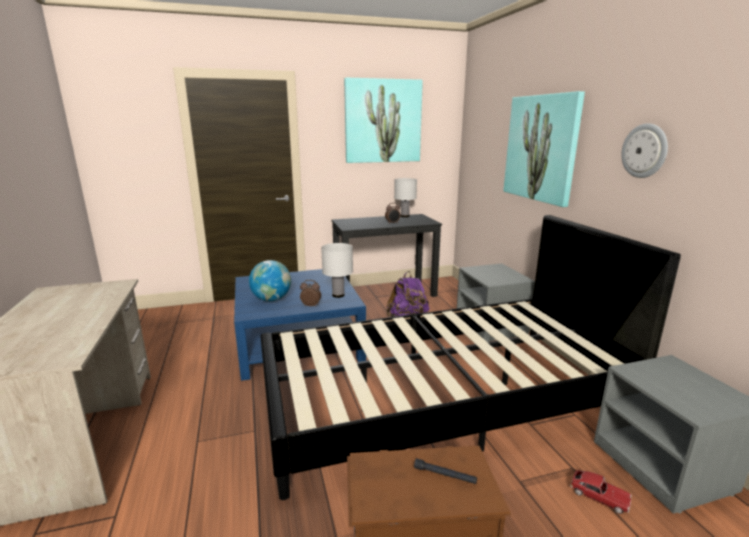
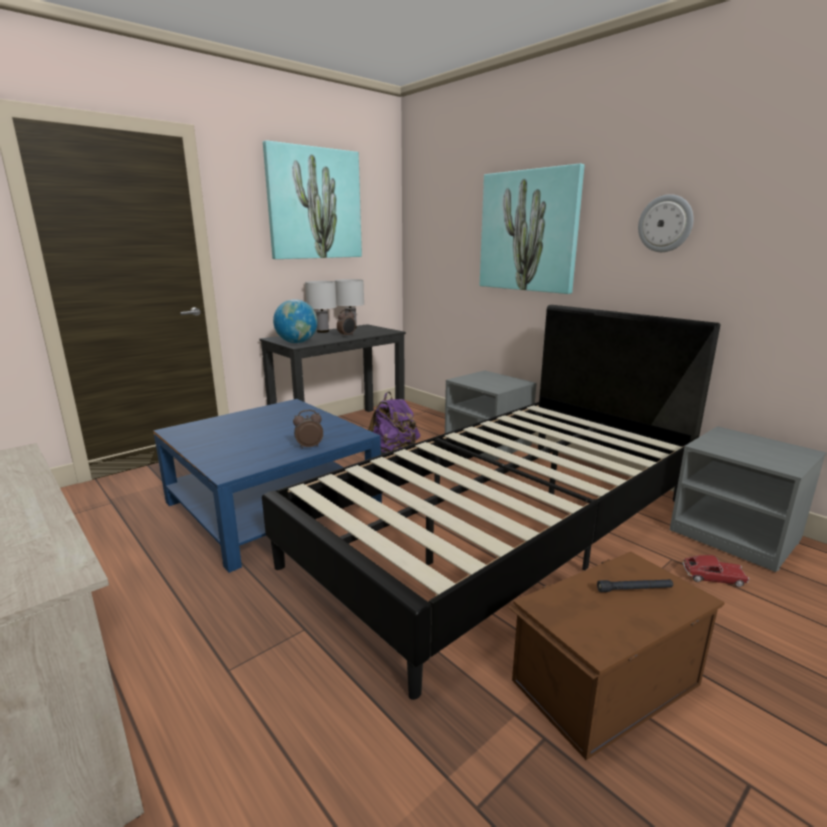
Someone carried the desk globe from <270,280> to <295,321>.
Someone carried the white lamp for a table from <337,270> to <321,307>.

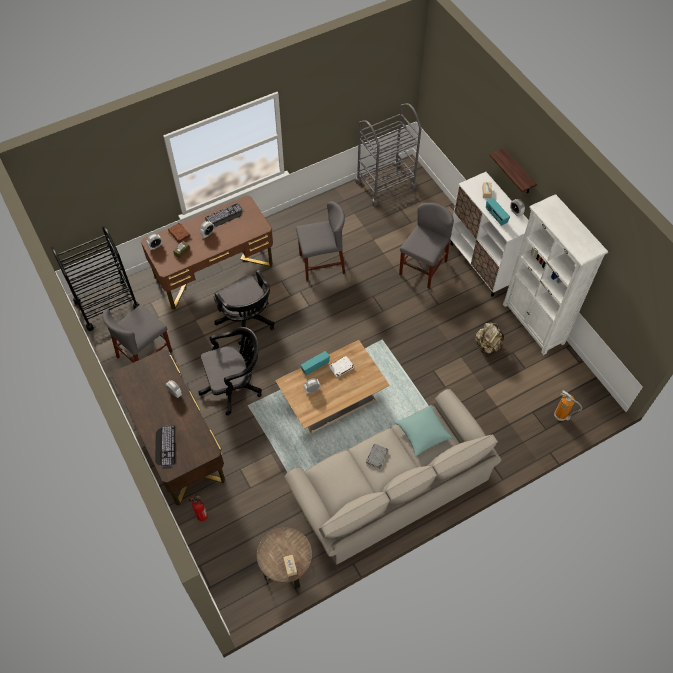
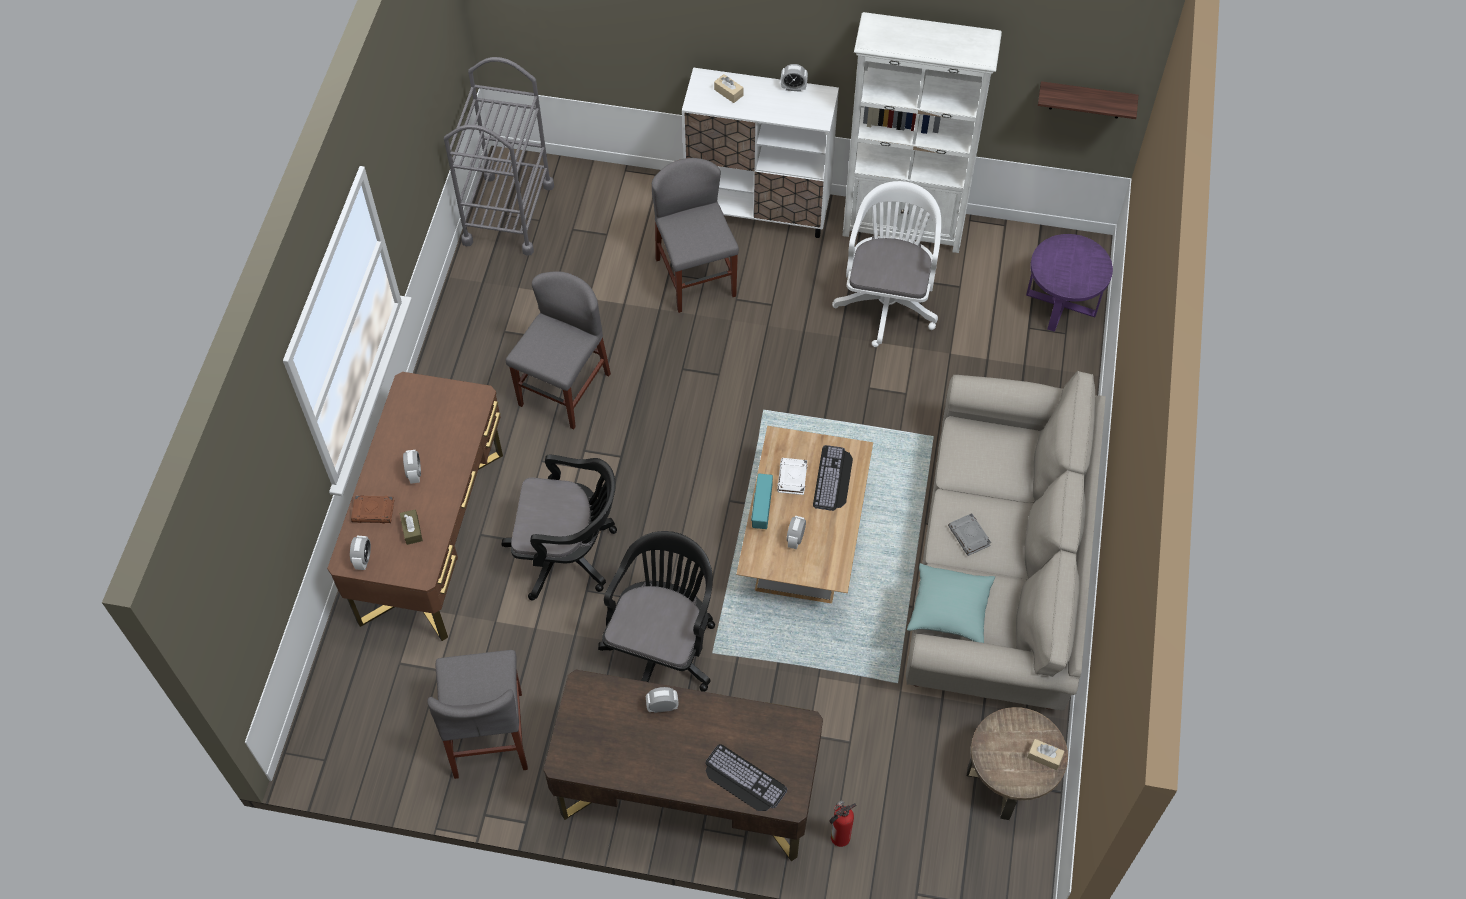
Someone took away the black-coloured cart at <95,278>.
Someone took away the radio receiver at <498,212>.
Someone carried the keyboard from <224,215> to <833,478>.
Someone carried the blue-green pillow from <424,430> to <951,603>.
Someone carried the shelf from <513,170> to <1088,100>.
Someone swapped the sand-coloured backpack at <489,338> for the white office chair at <886,264>.
Someone swapped the fire-fighting cylinder at <568,405> for the purplish accent table at <1069,283>.

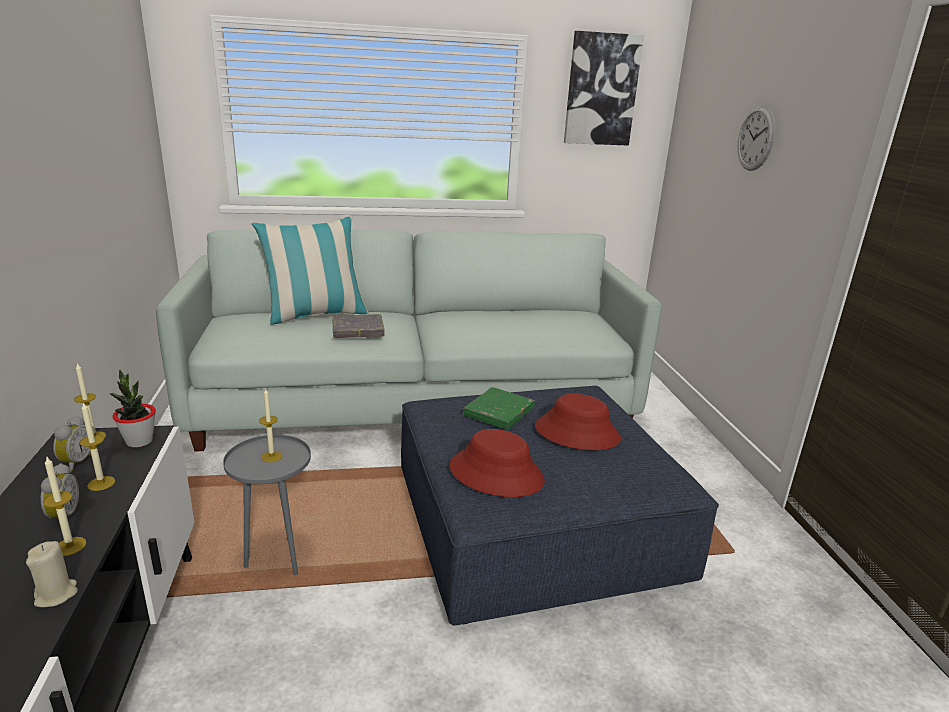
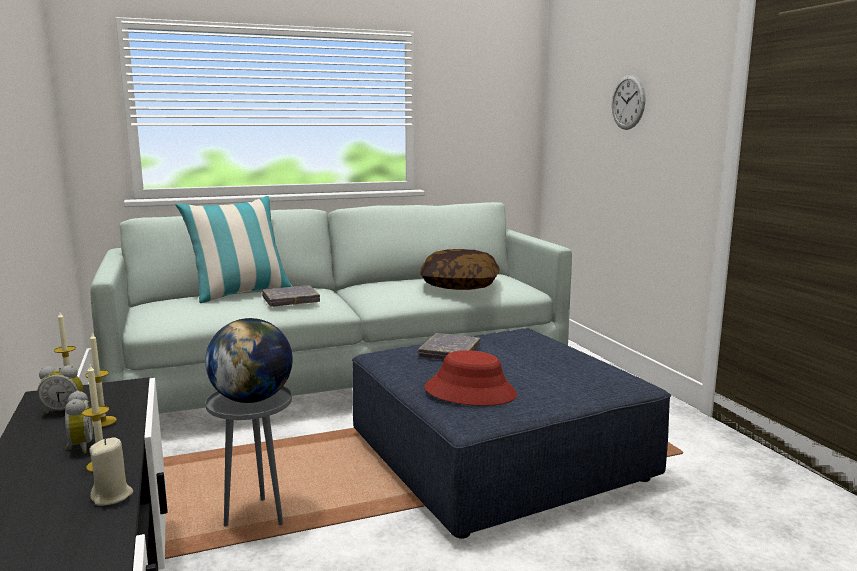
Someone took away the potted plant at <133,408>.
Someone took away the red clothing hat at <578,422>.
Someone took away the picture at <604,88>.
Someone put down the pillow at <460,269>.
Someone swapped the wax light at <271,424> for the desk globe at <249,360>.
Someone repainted the green-coloured bound book at <499,408>, which became the gray bound book at <449,346>.
Someone rotated the alarm clock at <72,444> by 90 degrees clockwise.

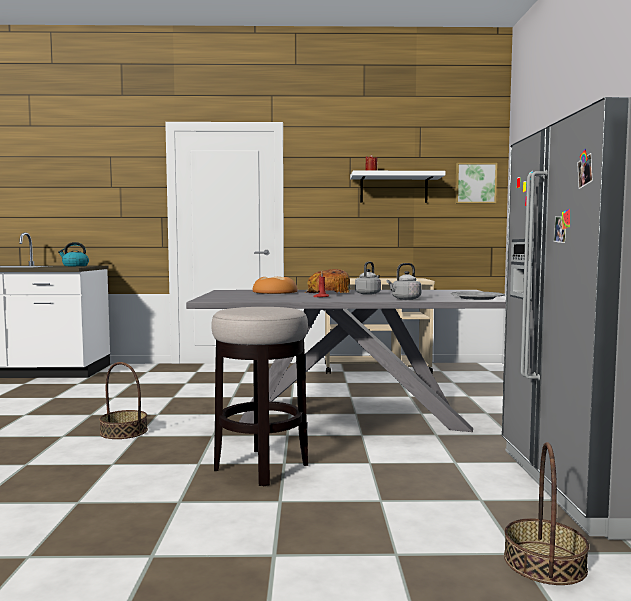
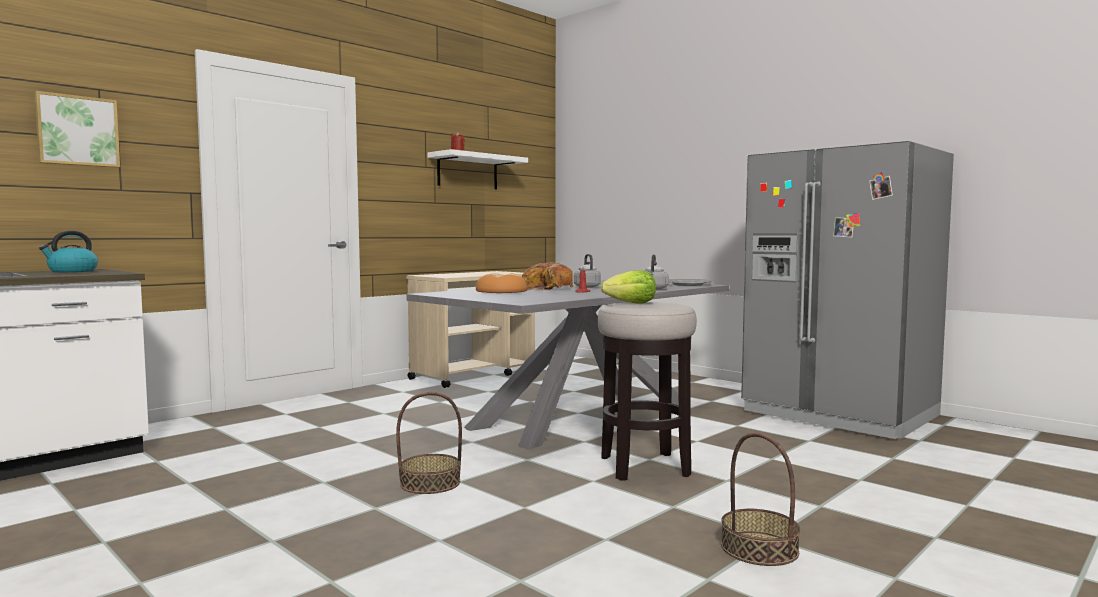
Someone put down the head of lettuce at <628,287>.
Someone carried the picture from <476,183> to <77,129>.
Someone carried the basket from <546,513> to <760,499>.

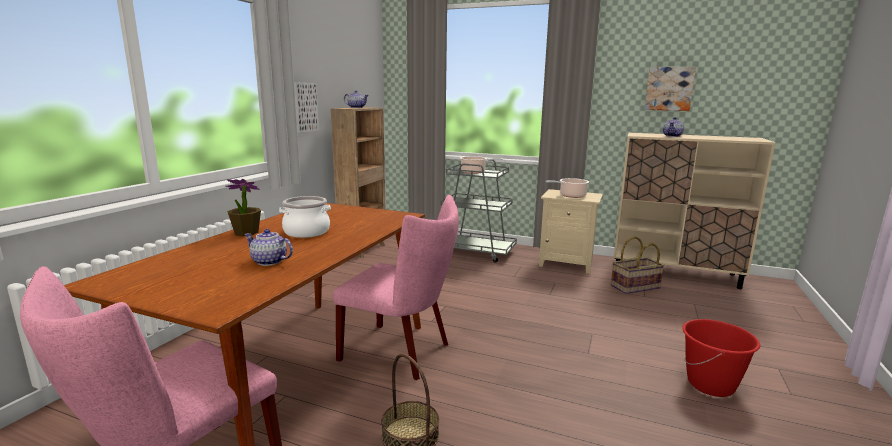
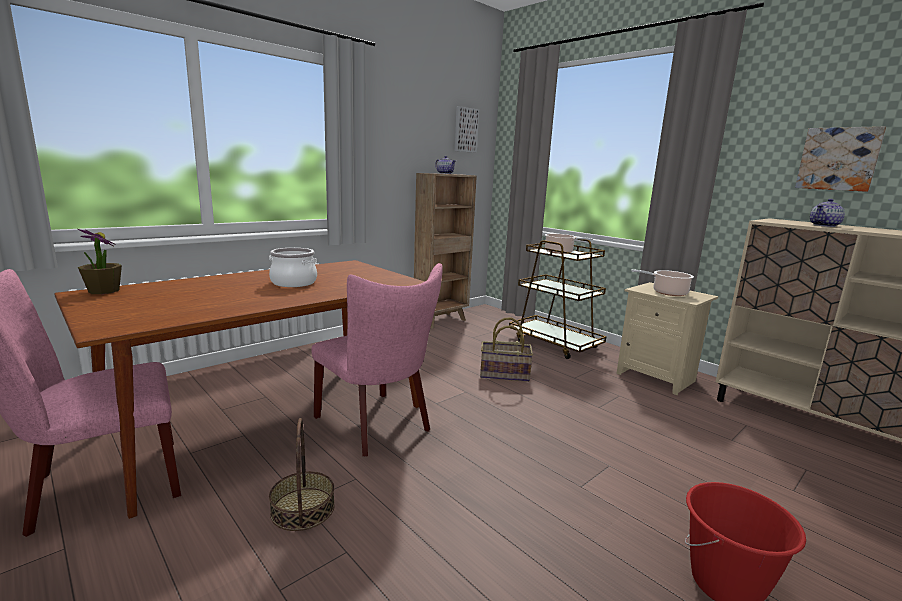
Someone took away the teapot at <268,247>.
Someone carried the potted plant from <243,207> to <100,261>.
Someone carried the picture from <306,107> to <467,129>.
Someone carried the basket from <637,265> to <506,349>.
Someone repainted the gray cart at <479,211>, which became the brown-coloured cart at <558,299>.

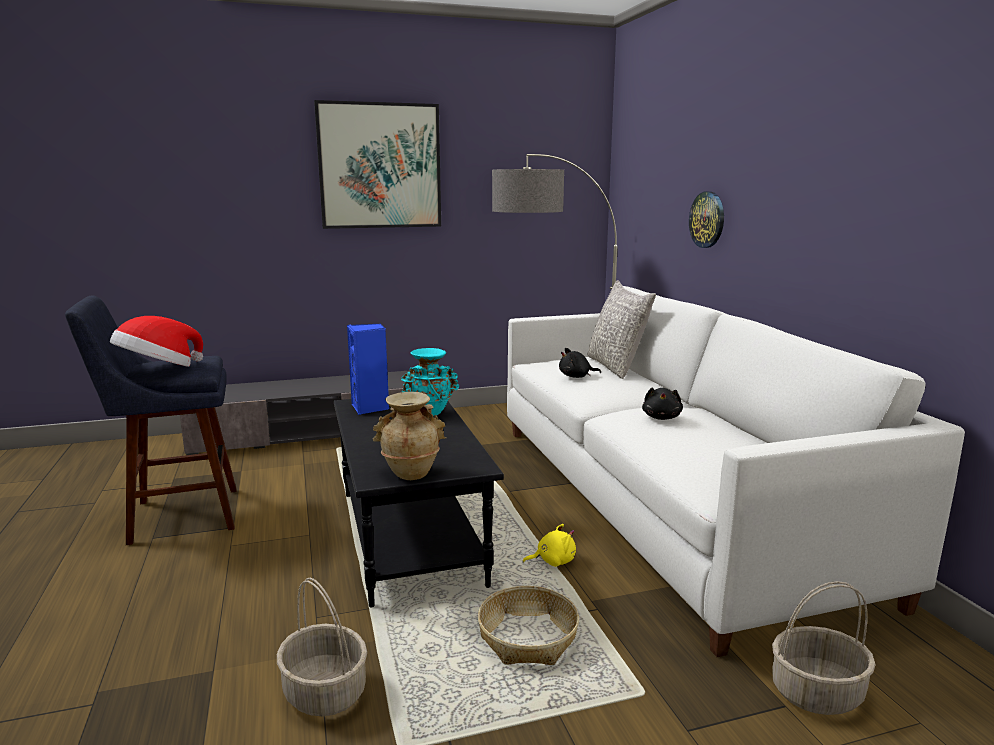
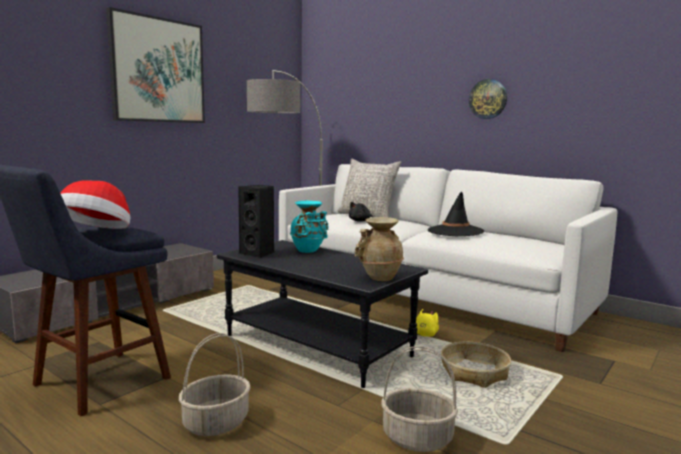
Someone carried the wall clock from <706,219> to <488,99>.
Someone carried the basket from <824,648> to <215,384>.
Someone swapped the black-coloured soft toy at <662,404> for the black-coloured clothing hat at <456,214>.
Someone repainted the blue-coloured loudspeaker at <368,369>, which became the black-coloured loudspeaker at <256,221>.

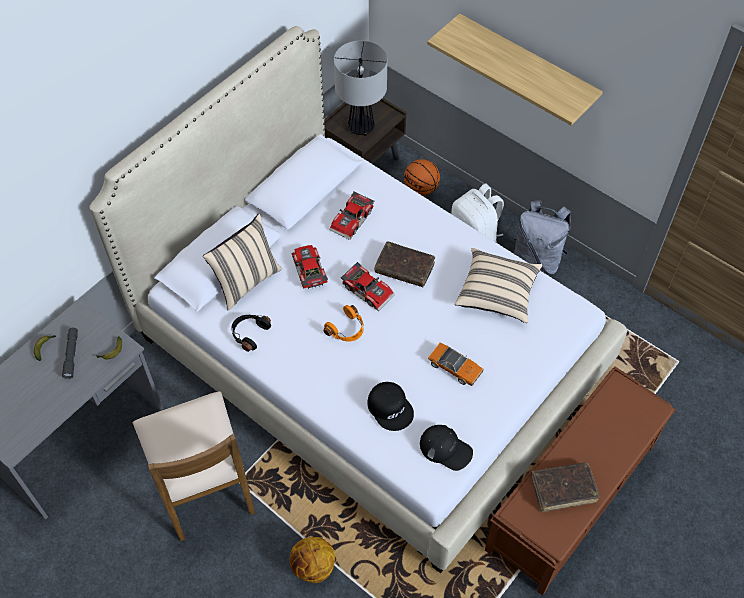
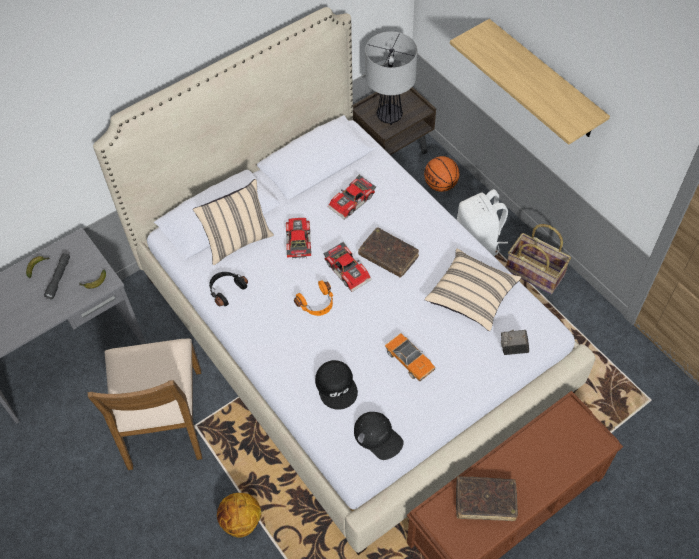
Someone put down the photo camera at <515,342>.
Someone swapped the gray backpack at <542,237> for the basket at <538,259>.

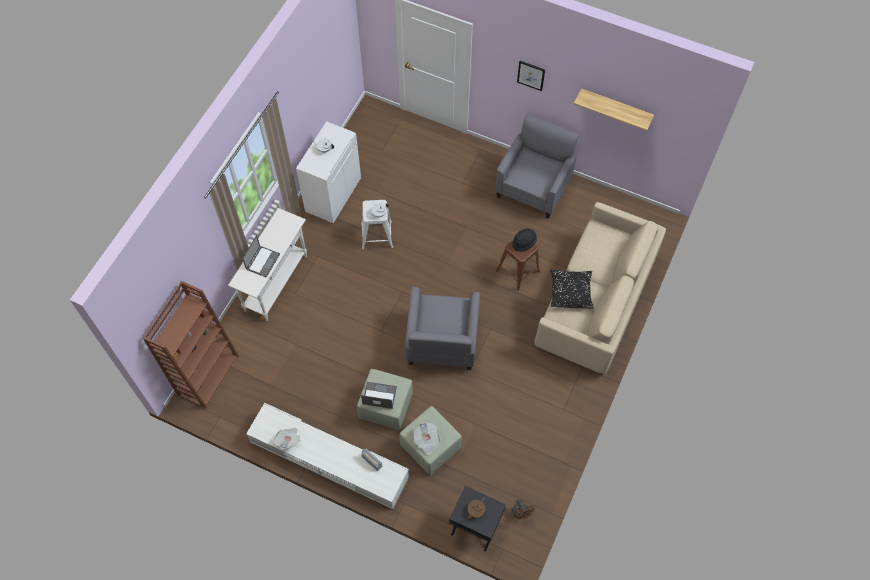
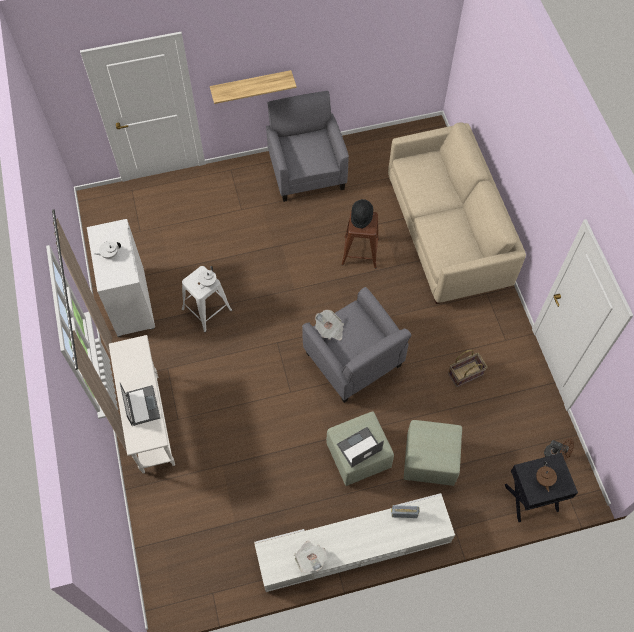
Someone took away the brown-coloured bookcase at <191,345>.
Someone took away the picture at <531,76>.
Someone took away the black-coloured pillow at <571,289>.
Someone put down the basket at <467,368>.
Someone carried the newspaper from <427,438> to <329,325>.
Someone carried the shelf from <614,109> to <253,87>.

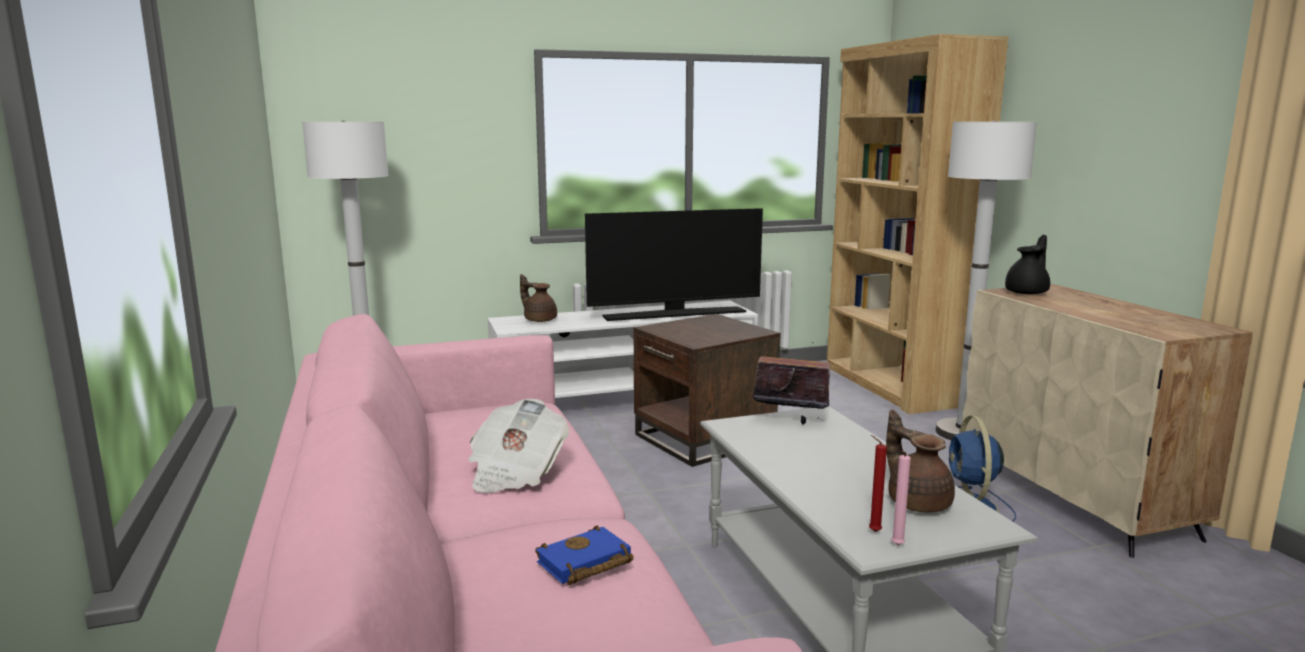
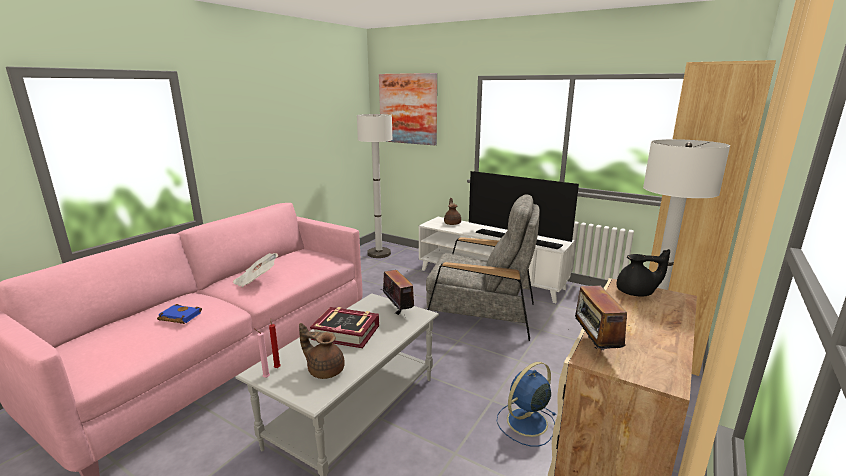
Someone put down the bound book at <344,327>.
Someone put up the picture at <408,109>.
Someone put down the radio receiver at <597,318>.
Someone swapped the brown-coloured accent table at <707,390> for the gray lounge chair at <483,268>.
Someone rotated the brown-coloured teapot at <920,461> by 90 degrees counterclockwise.

